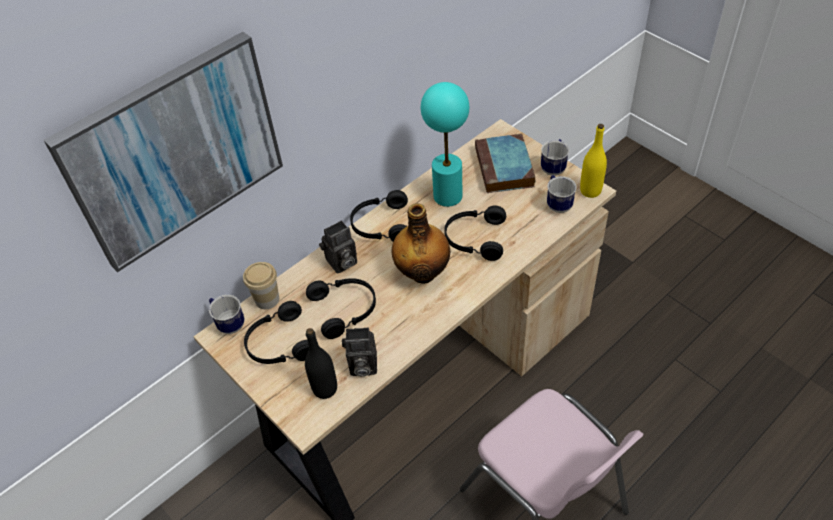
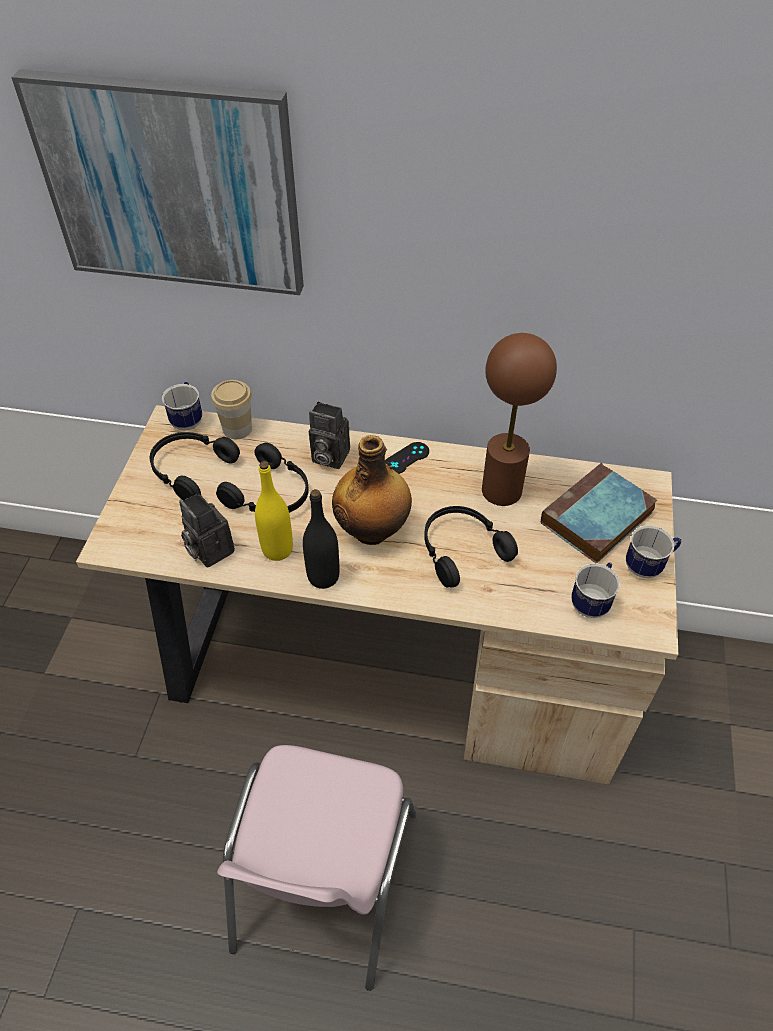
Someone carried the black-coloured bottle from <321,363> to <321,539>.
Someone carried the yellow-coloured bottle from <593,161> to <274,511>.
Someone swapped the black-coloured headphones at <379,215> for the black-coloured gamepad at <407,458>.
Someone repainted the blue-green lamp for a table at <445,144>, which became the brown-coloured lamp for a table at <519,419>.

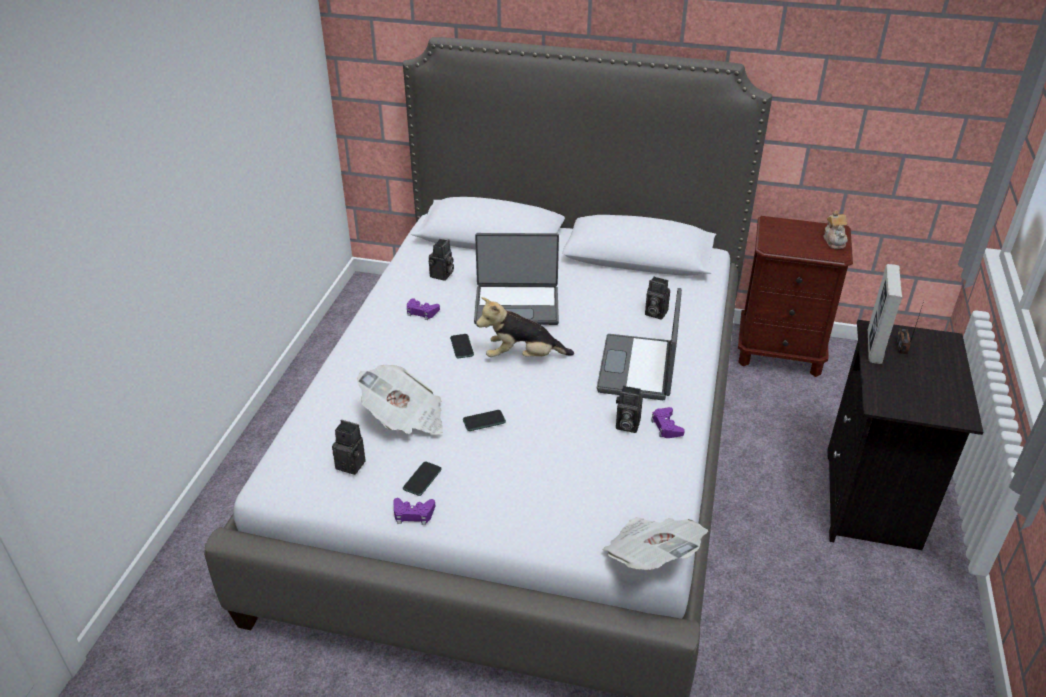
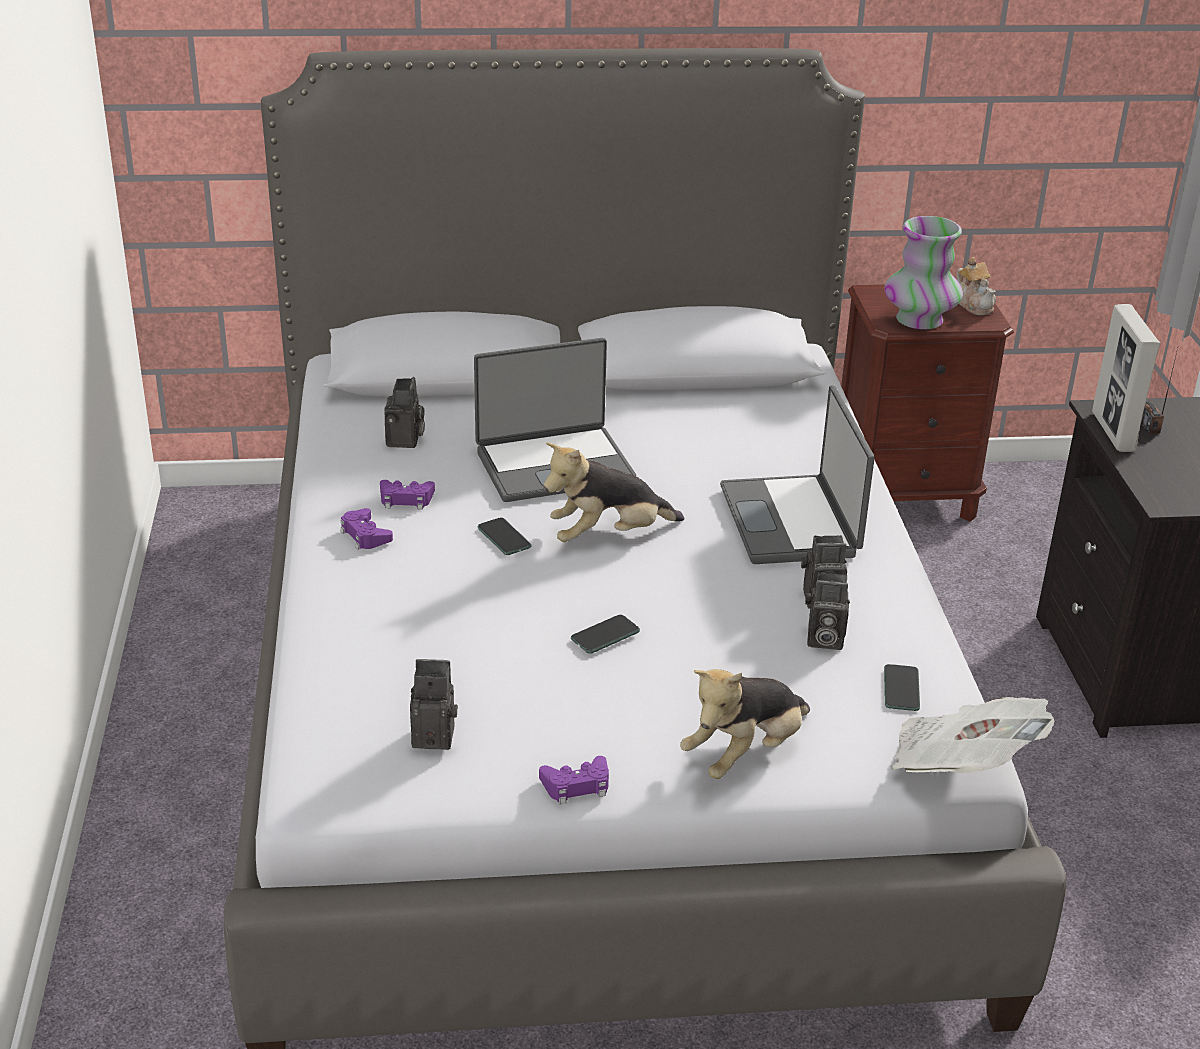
Someone took away the newspaper at <400,400>.
Someone put down the soft toy at <745,724>.
Someone put down the vase at <923,272>.
Someone carried the phone from <422,478> to <902,687>.
Someone carried the photo camera from <657,298> to <827,611>.
Someone carried the purplish gamepad from <668,422> to <367,529>.

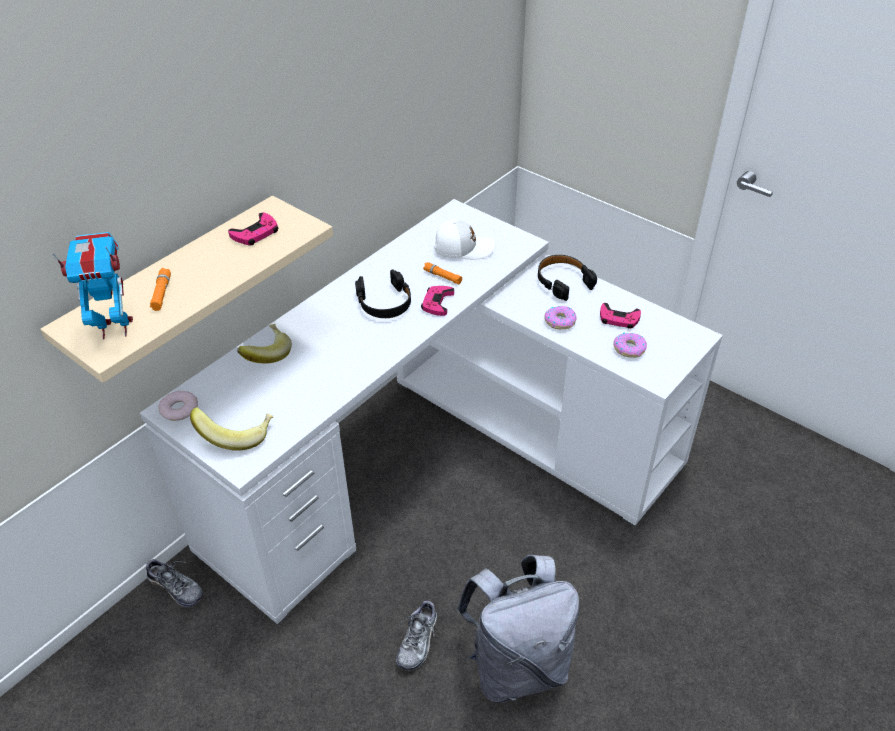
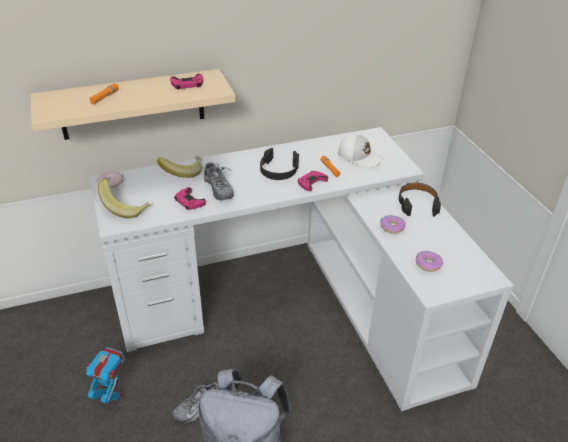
Someone carried the model robot from <92,285> to <102,376>.
Someone carried the item of footwear from <174,583> to <219,181>.
Someone carried the pink gamepad from <620,316> to <190,198>.

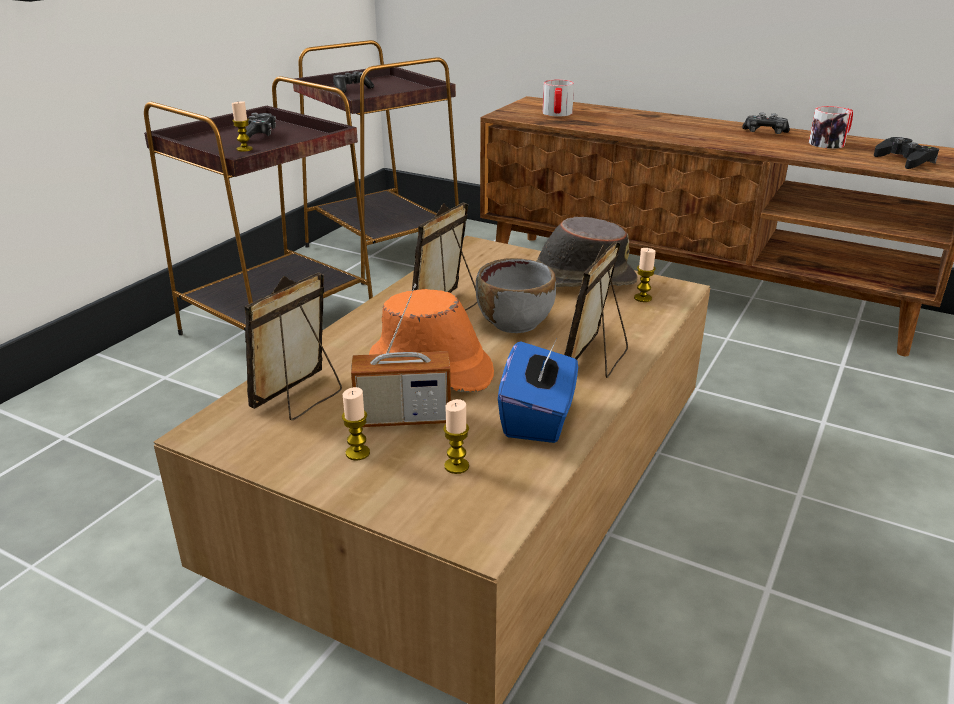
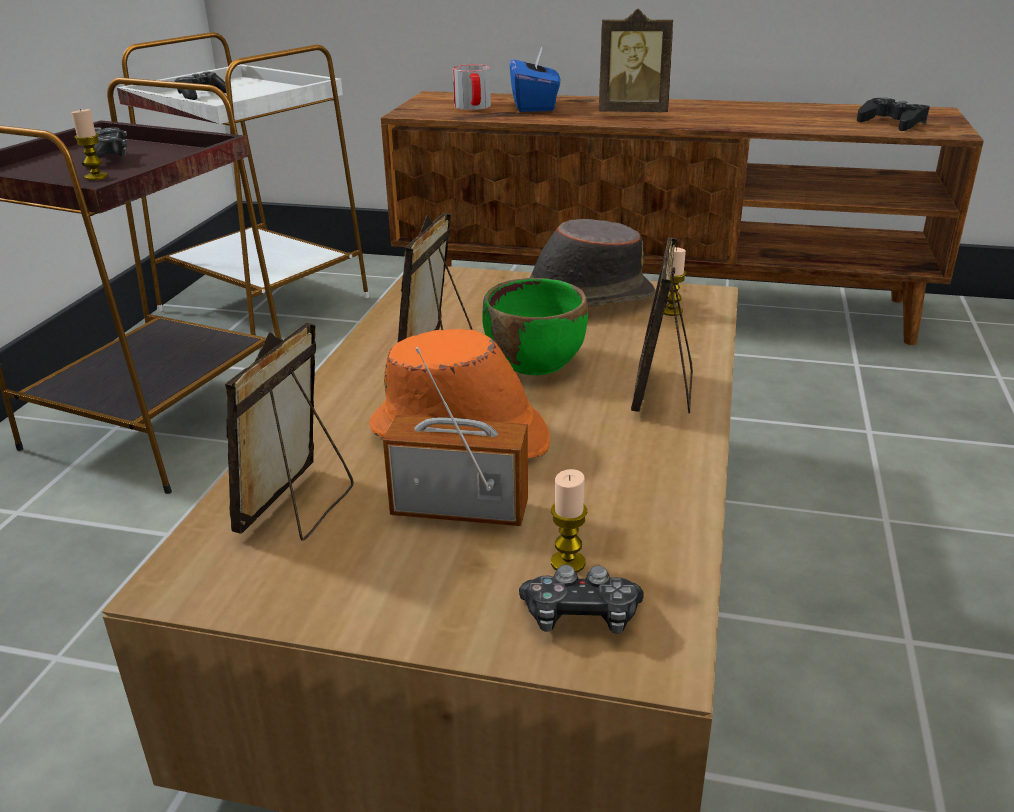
Someone took away the wax light at <356,424>.
Someone took away the tea mug at <831,127>.
Someone put down the picture frame at <636,60>.
Someone carried the blue-coloured tissue holder from <538,390> to <535,79>.
Someone carried the gamepad from <766,123> to <581,599>.
Someone repainted the brown-coloured accent table at <376,162>, which became the white accent table at <243,183>.
Someone repainted the gray bowl at <516,295>, which became the green-coloured bowl at <535,326>.
Someone rotated the radio receiver at <401,355> by 150 degrees counterclockwise.

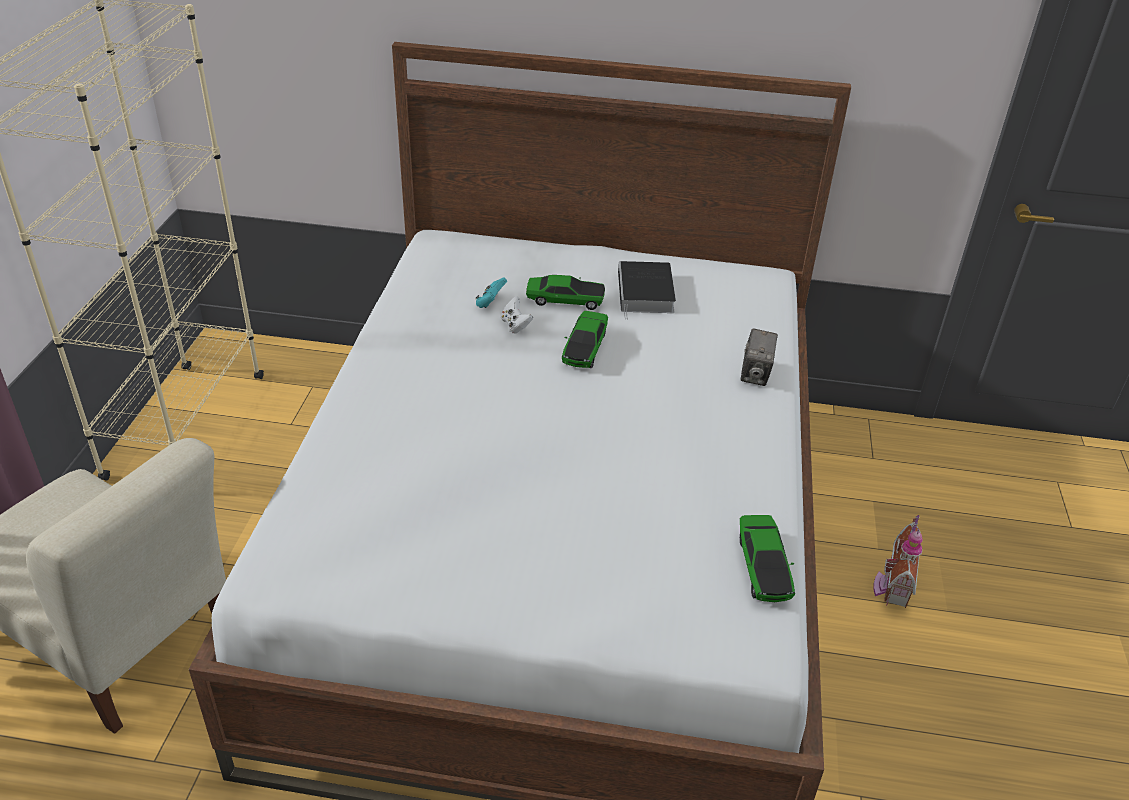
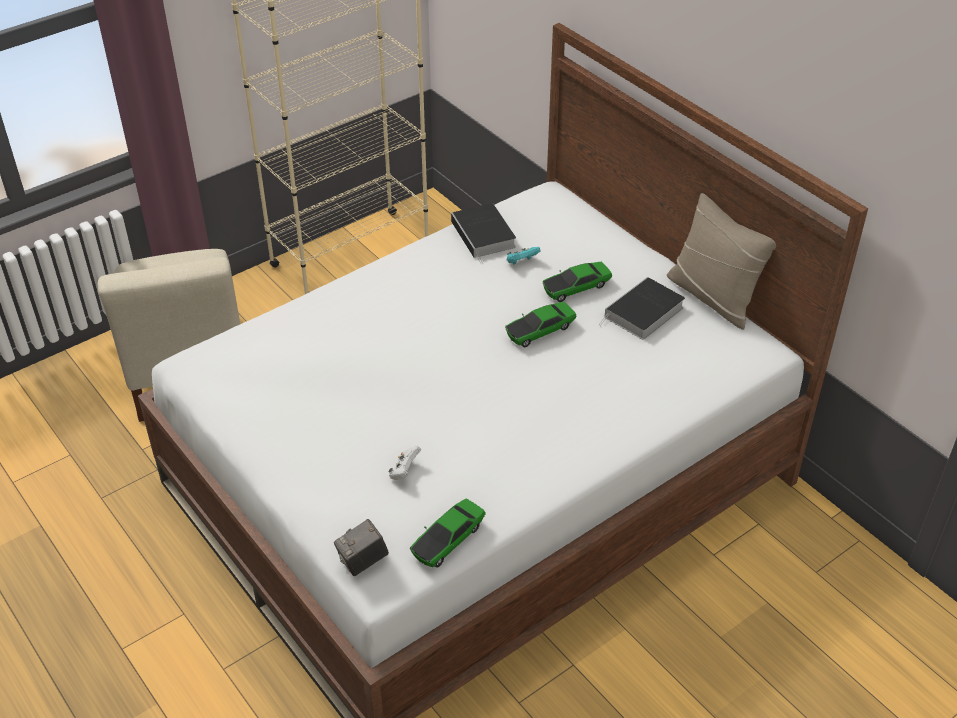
Someone took away the toy house at <898,561>.
Someone put down the bound book at <483,233>.
Someone put down the sand-coloured pillow at <721,261>.
Someone carried the white gamepad from <517,315> to <405,463>.
Someone carried the photo camera from <759,357> to <361,547>.
Someone rotated the miniature car at <565,292> by 105 degrees clockwise.

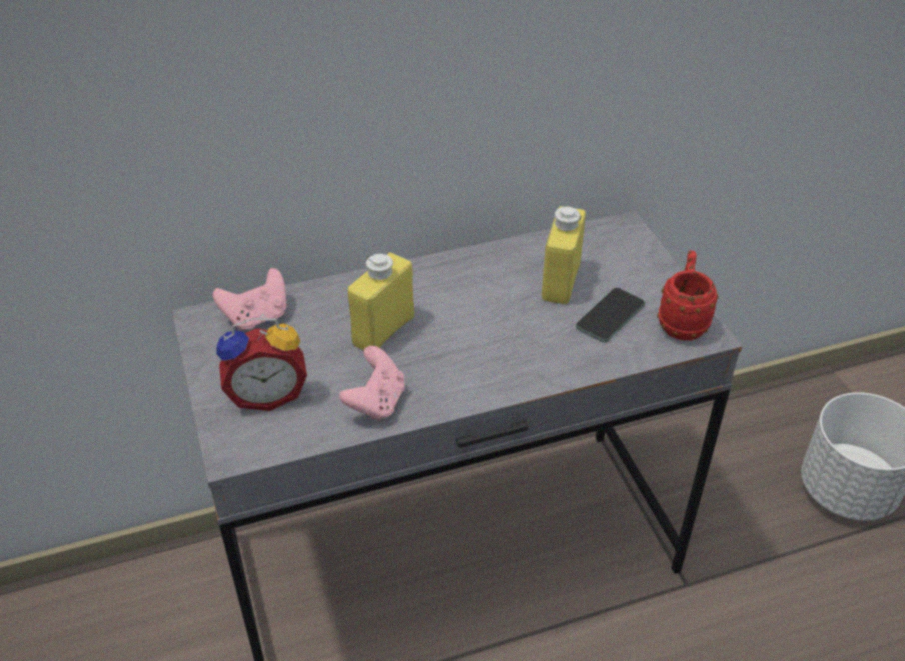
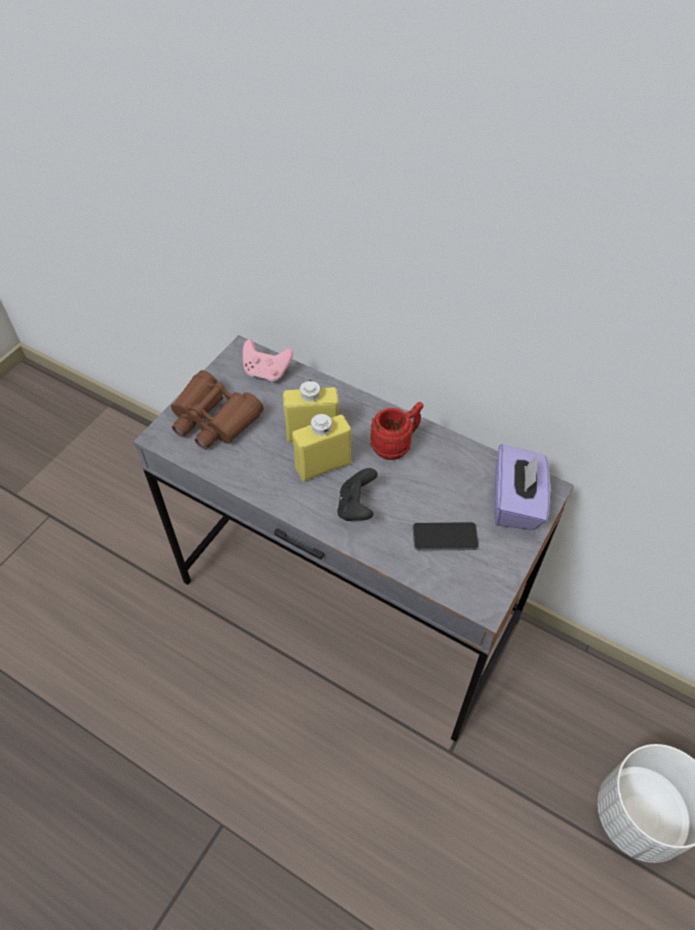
Someone took away the pink gamepad at <372,383>.
Someone put down the black-coloured gamepad at <357,494>.
Someone put down the purplish tissue holder at <522,487>.
Someone carried the yellow-coloured bottle from <564,255> to <321,448>.
Someone carried the red tea mug from <688,295> to <396,431>.
Someone swapped the alarm clock at <262,364> for the brown-coloured binoculars at <217,410>.

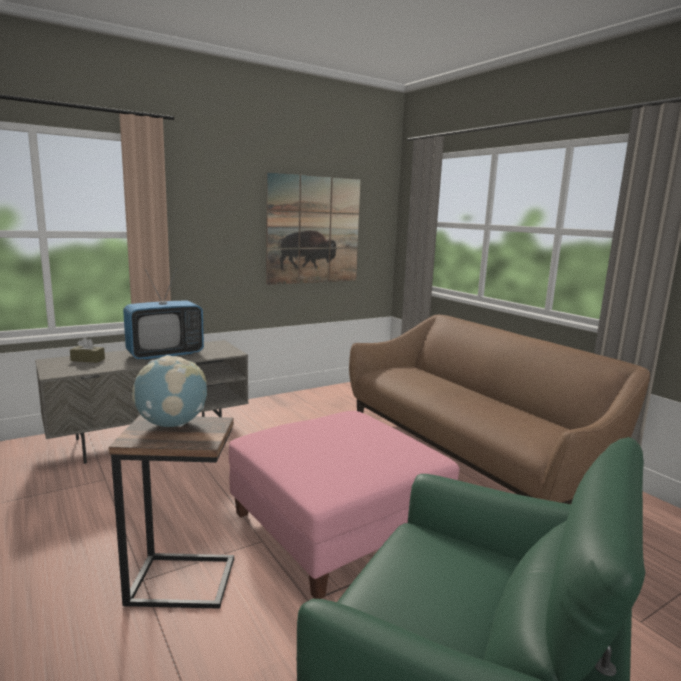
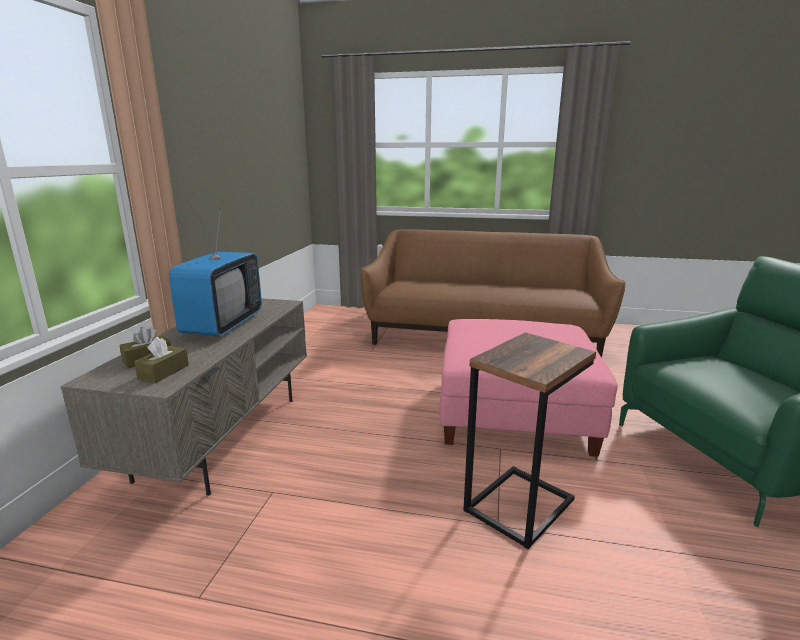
Someone took away the desk globe at <169,391>.
Someone took away the picture at <314,228>.
Someone put down the brown-coloured tissue holder at <161,360>.

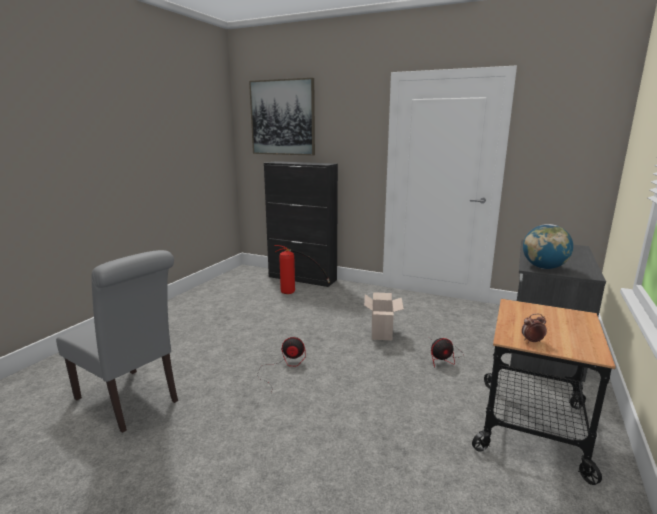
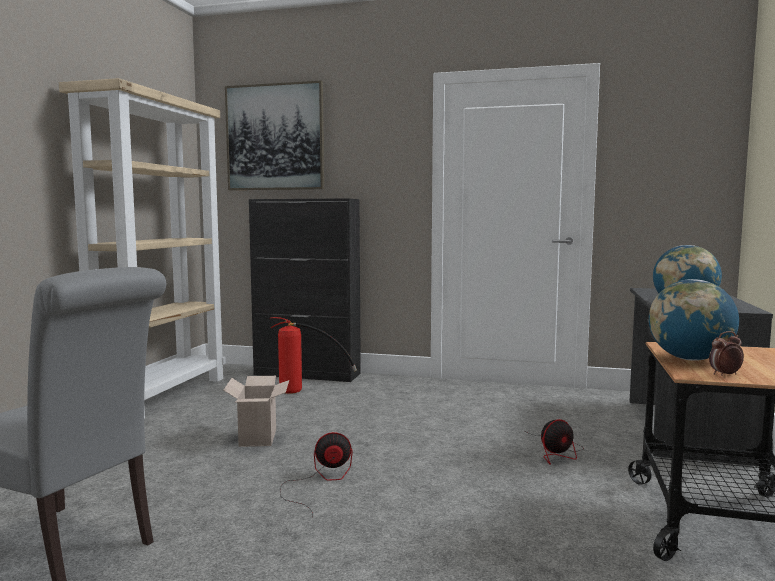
Someone put down the sand-coloured bookcase at <142,248>.
Someone put down the desk globe at <694,320>.
Someone carried the packing box from <384,316> to <256,411>.

